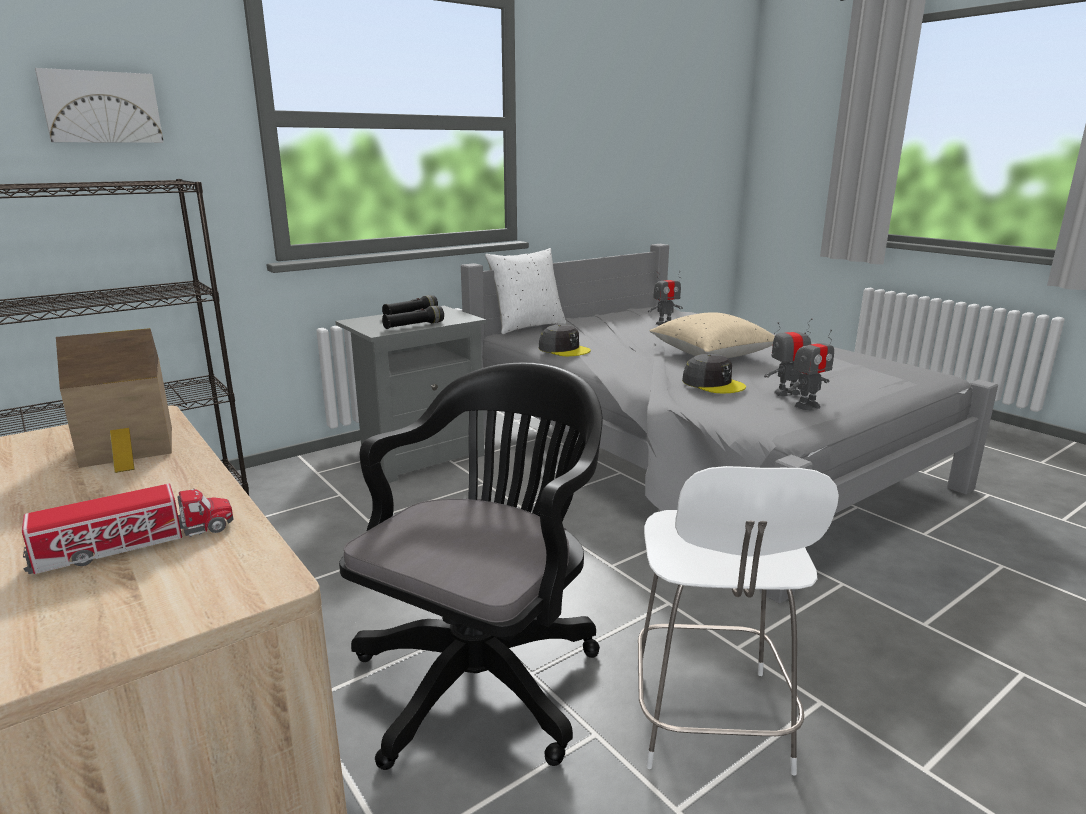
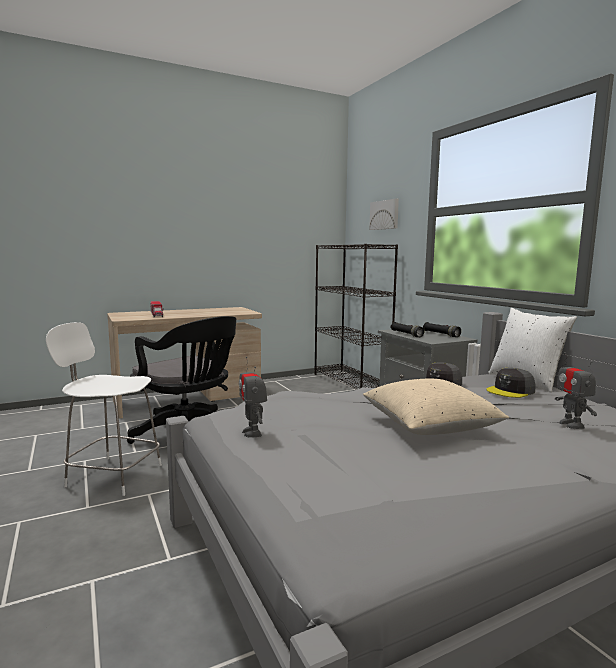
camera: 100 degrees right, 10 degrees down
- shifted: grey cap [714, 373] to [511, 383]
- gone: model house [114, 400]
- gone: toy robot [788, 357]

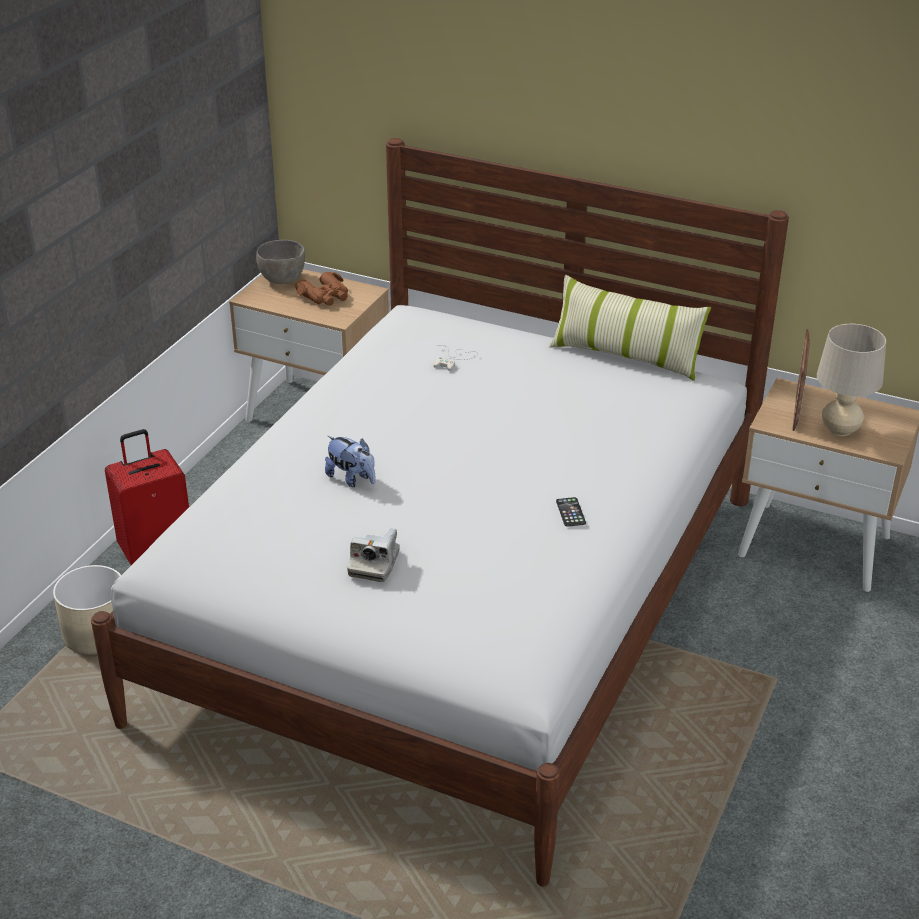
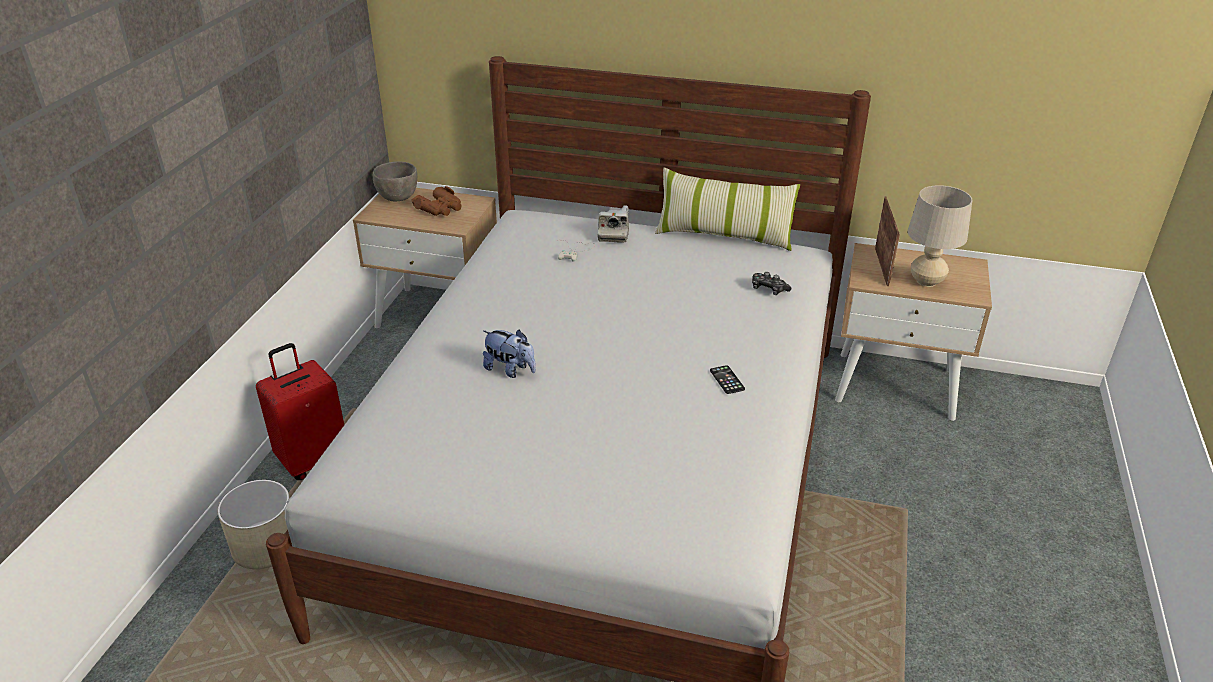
camera: 10 degrees left, 0 degrees up
- shifted: still camera [373, 555] to [613, 224]
- new: joypad [771, 283]

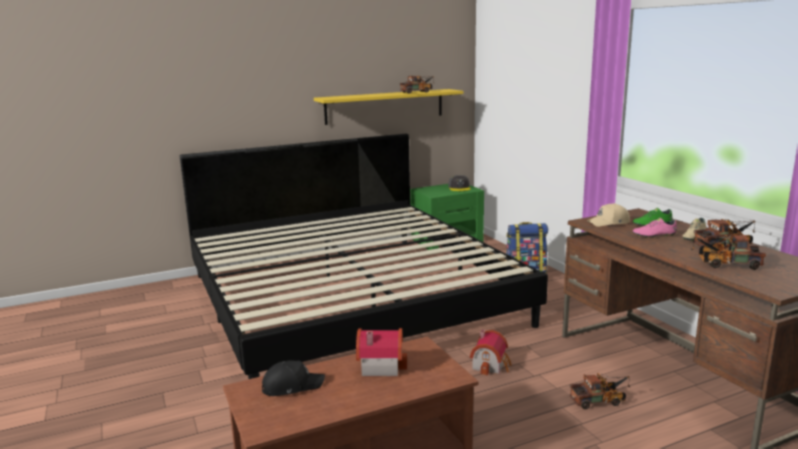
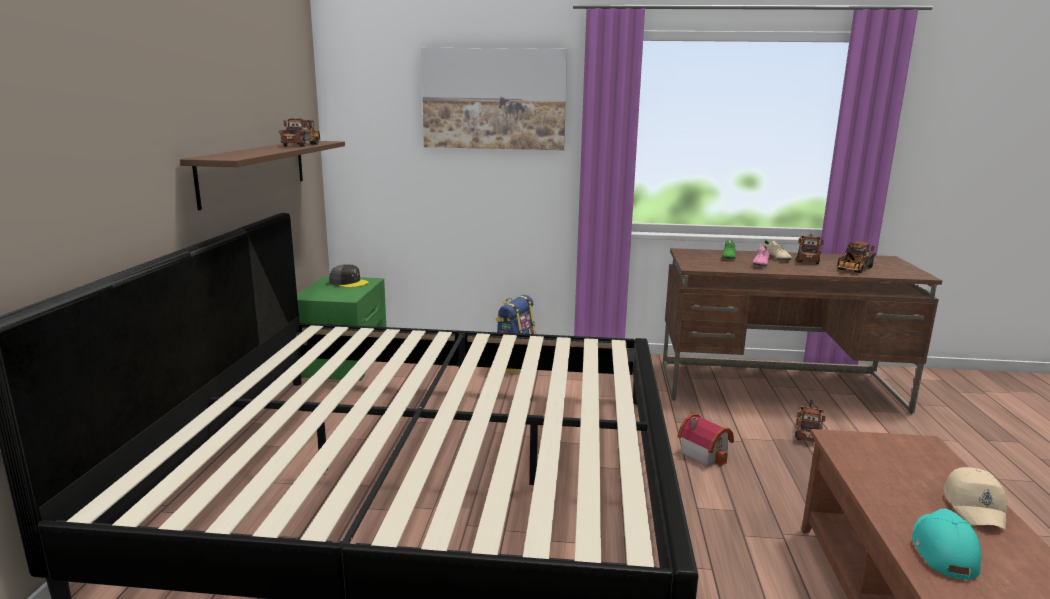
camera: 60 degrees left, 0 degrees up
- repainted: yellowish shelf [388, 107] to brown shelf [262, 175]
- new: wall art [494, 99]
- repainted: black-coloured cap [293, 378] to turquoise-coloured cap [946, 544]
- shifted: beige-coloured cap [608, 215] to [975, 498]
- gone: model house [381, 352]

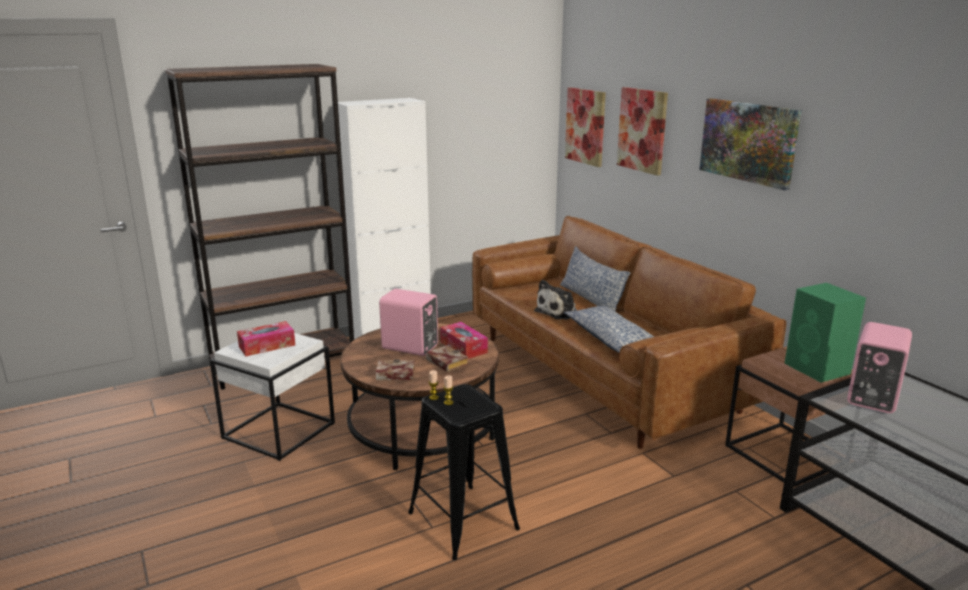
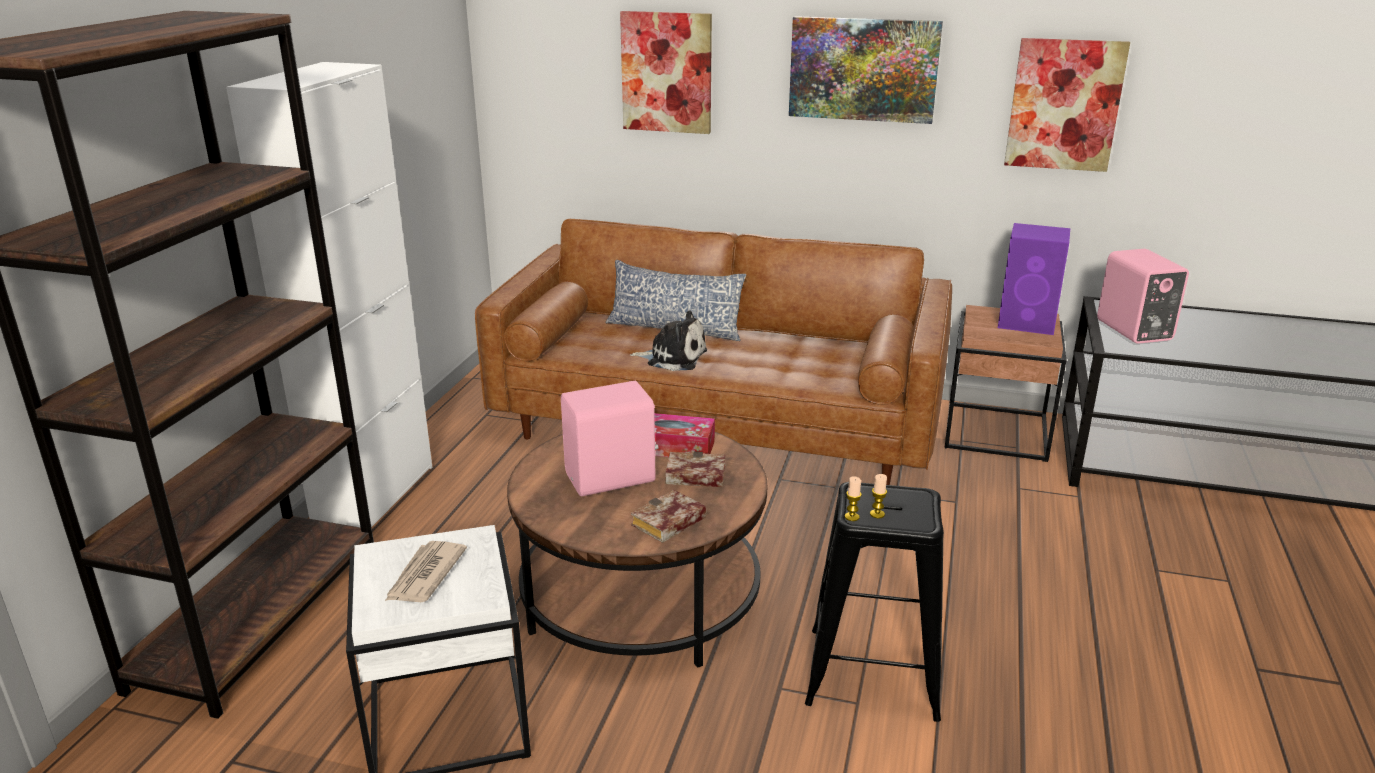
camera: 45 degrees left, 5 degrees up
- swapped: box of tissues [266, 338] to printed paper [426, 571]
- rotated: soft toy [555, 300] = [668, 341] 75 degrees counterclockwise
- repainted: green-coloured loudspeaker [825, 333] to purple loudspeaker [1034, 279]
- shifted: wall art [585, 127] to [1067, 105]
- gone: throw pillow [609, 329]

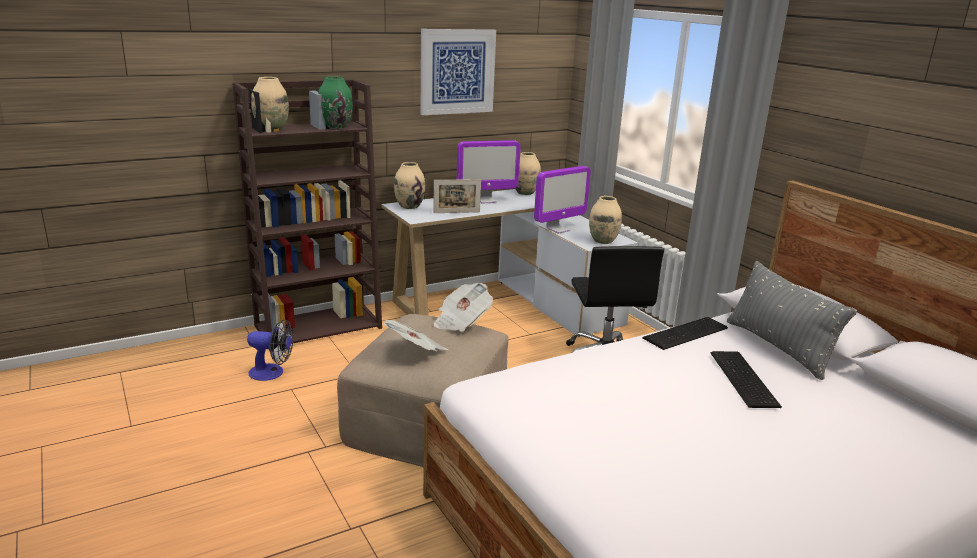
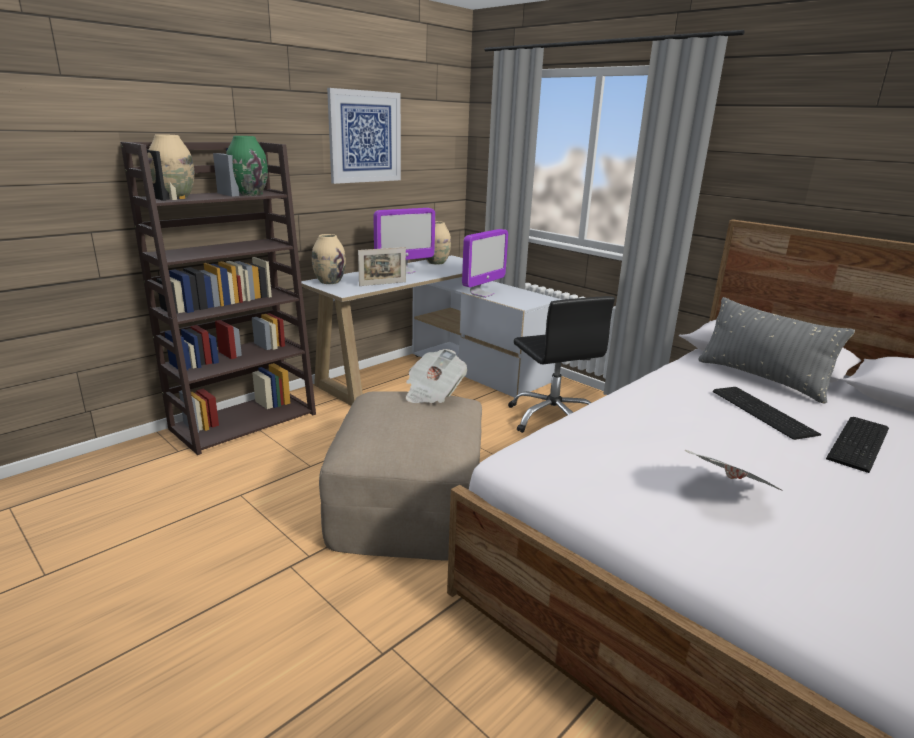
camera: 15 degrees left, 0 degrees up
- shifted: printed paper [415, 335] to [734, 470]
- shifted: computer keyboard [685, 333] to [857, 445]
- gone: electric fan [270, 350]
- gone: beige-coloured flower vase [605, 220]

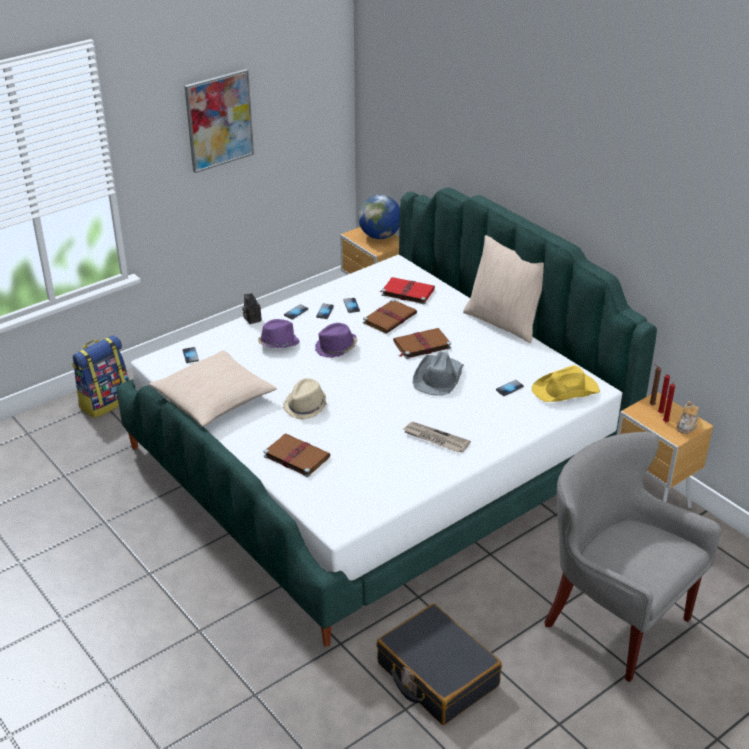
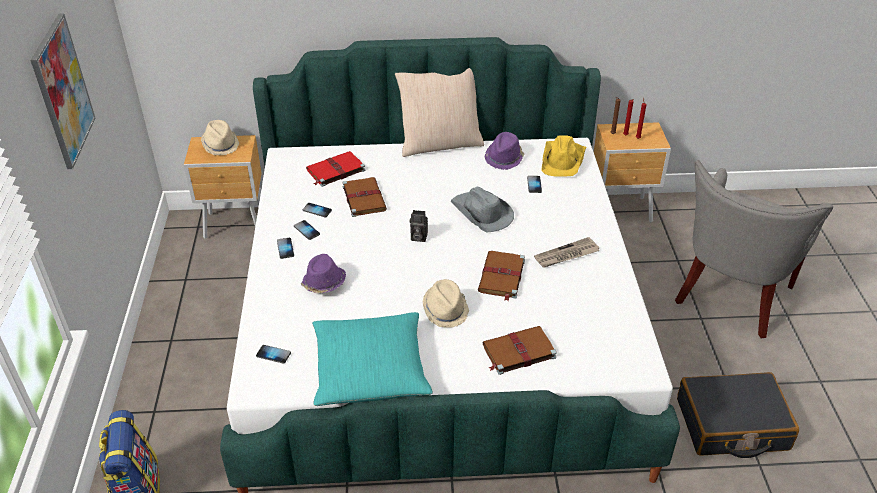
camera: 55 degrees left, 5 degrees up
- swapped: globe [379, 217] to beige-coloured hat [220, 137]
- repainted: beige-coloured throw pillow [213, 388] to turquoise-coloured throw pillow [372, 359]
- shifted: still camera [252, 308] to [419, 226]
- shifted: brown book [422, 343] to [501, 276]
- shifted: purple hat [336, 340] to [504, 151]
- rotated: grey easy chair [632, 557] = [754, 249] 45 degrees counterclockwise
- gone: teapot [688, 417]

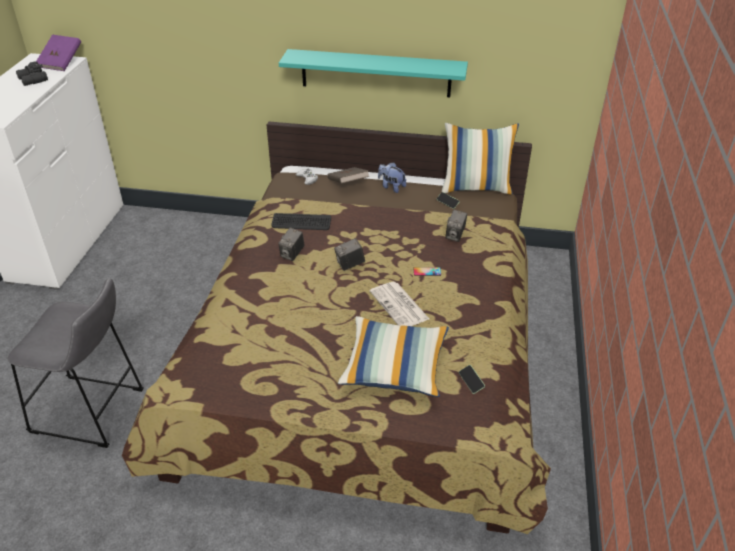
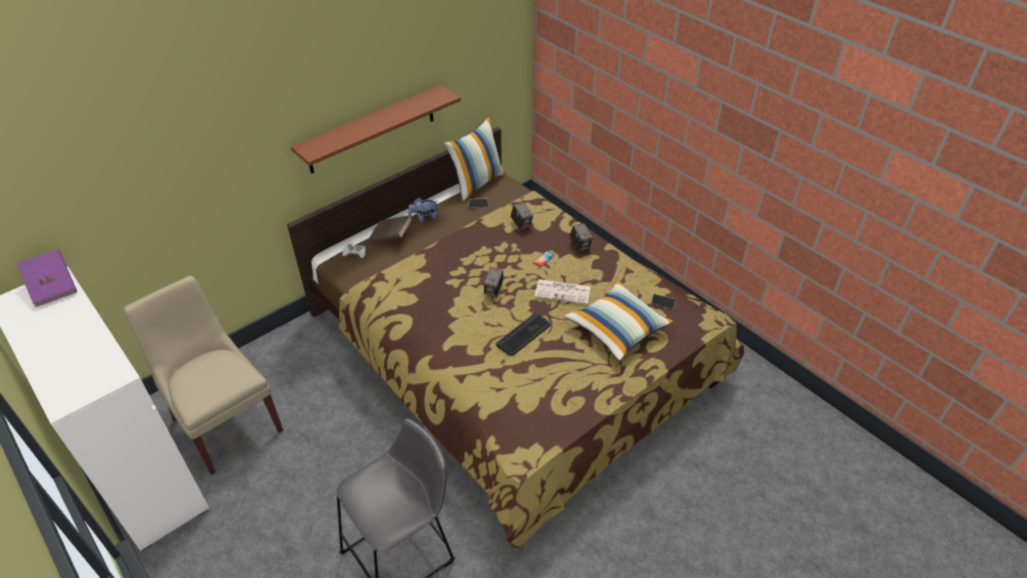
camera: 50 degrees left, 5 degrees up
- new: beige-coloured chair [203, 375]
- repainted: turquoise-coloured shelf [373, 73] to brown shelf [376, 129]
- shifted: computer keyboard [301, 221] to [523, 334]
- shifted: still camera [291, 244] to [581, 237]
- gone: black-coloured pair of binoculars [32, 73]

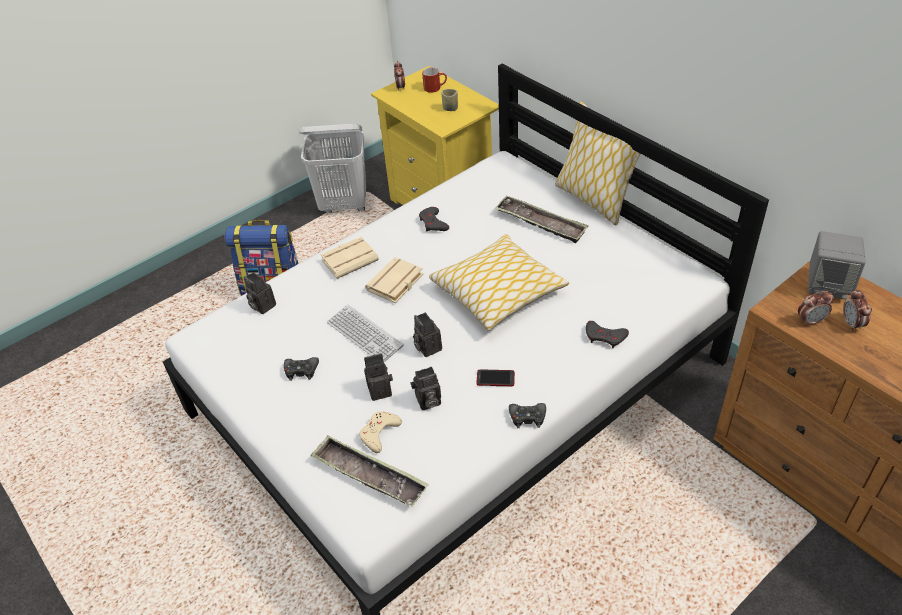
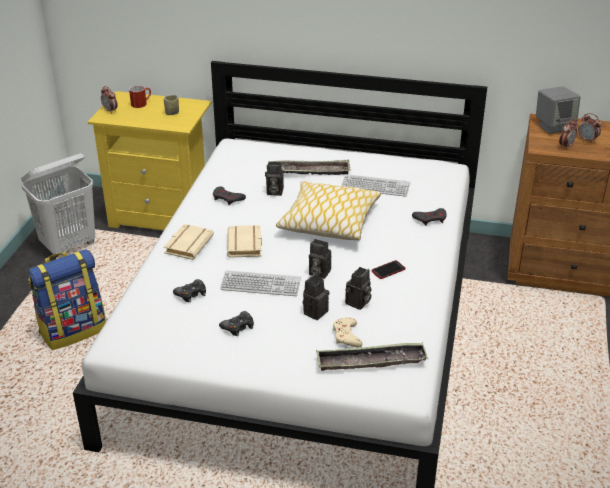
camera: 40 degrees left, 10 degrees down
- shifted: black-coloured joypad [527, 415] to [189, 290]
- shifted: still camera [260, 293] to [274, 179]
- new: computer keyboard [375, 185]
- gone: throw pillow [597, 163]

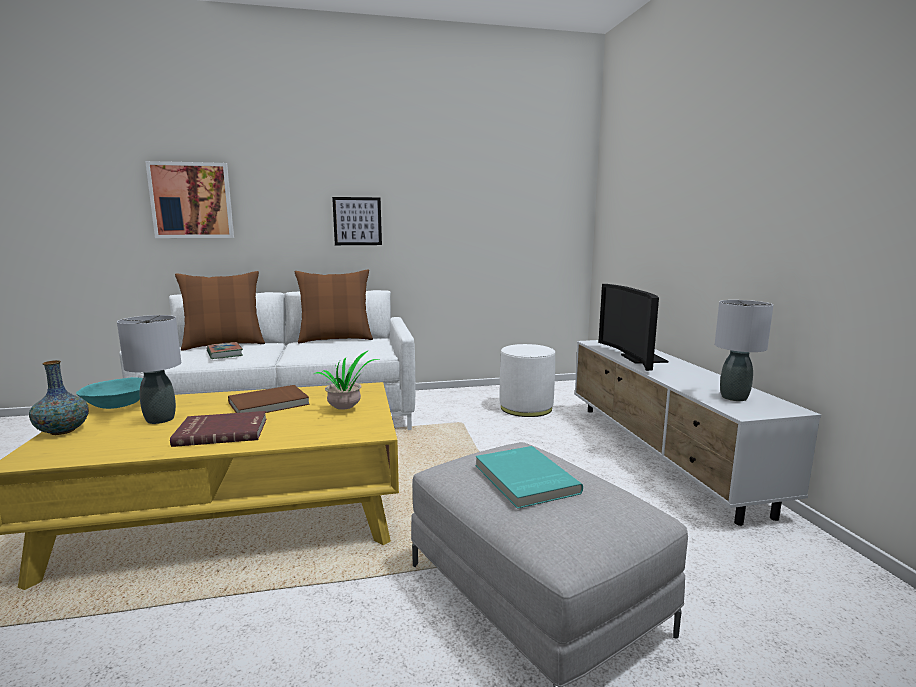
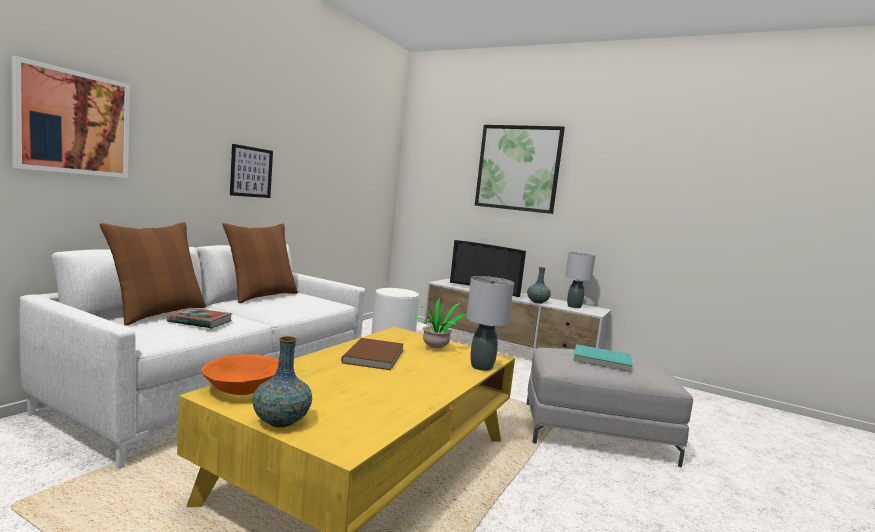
camera: 50 degrees left, 5 degrees down
- repainted: turquoise-coloured deep dish [109, 393] to orange deep dish [240, 374]
- shifted: grey lamp for a table [149, 369] to [490, 323]
- new: wall art [520, 169]
- new: flower vase [539, 285]
- gone: reddish book [218, 429]

